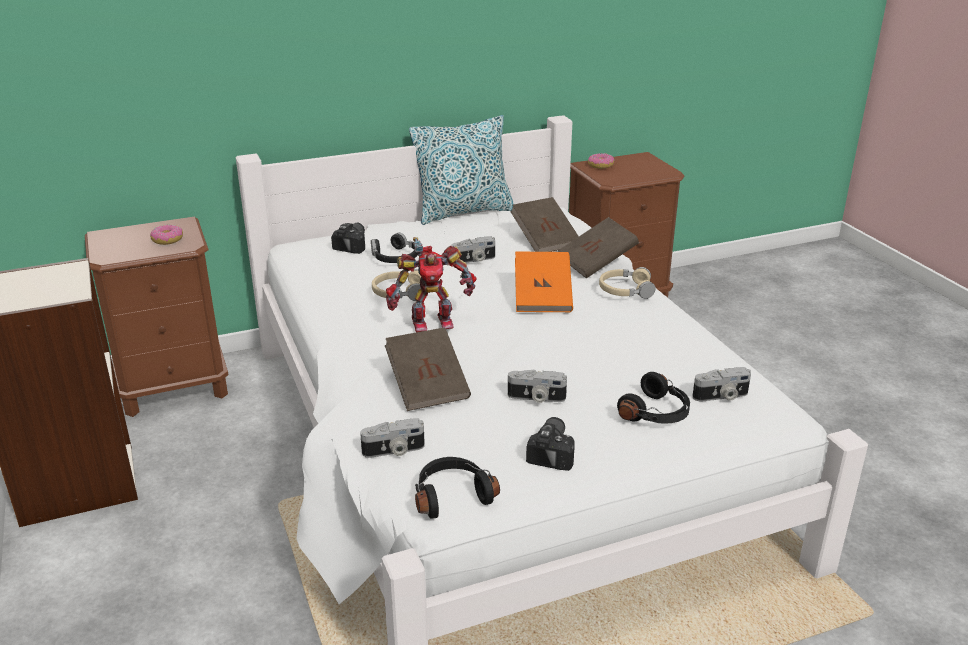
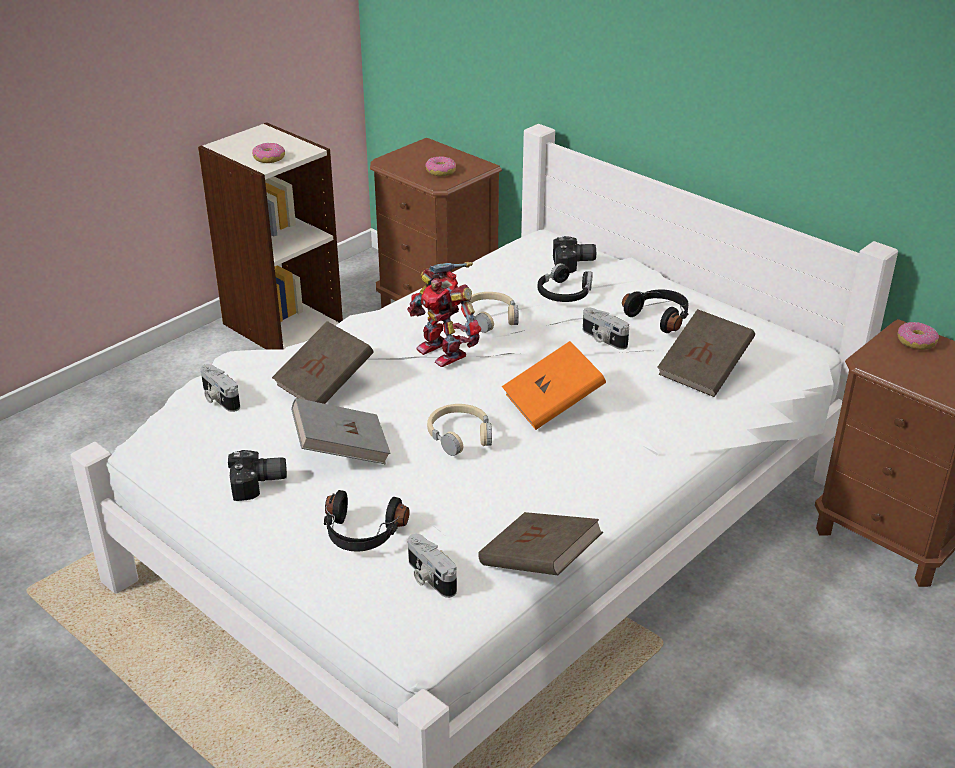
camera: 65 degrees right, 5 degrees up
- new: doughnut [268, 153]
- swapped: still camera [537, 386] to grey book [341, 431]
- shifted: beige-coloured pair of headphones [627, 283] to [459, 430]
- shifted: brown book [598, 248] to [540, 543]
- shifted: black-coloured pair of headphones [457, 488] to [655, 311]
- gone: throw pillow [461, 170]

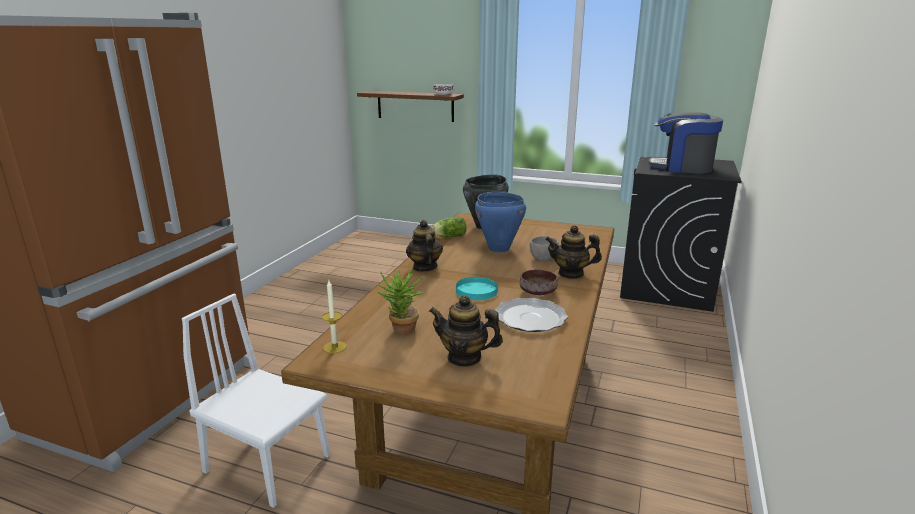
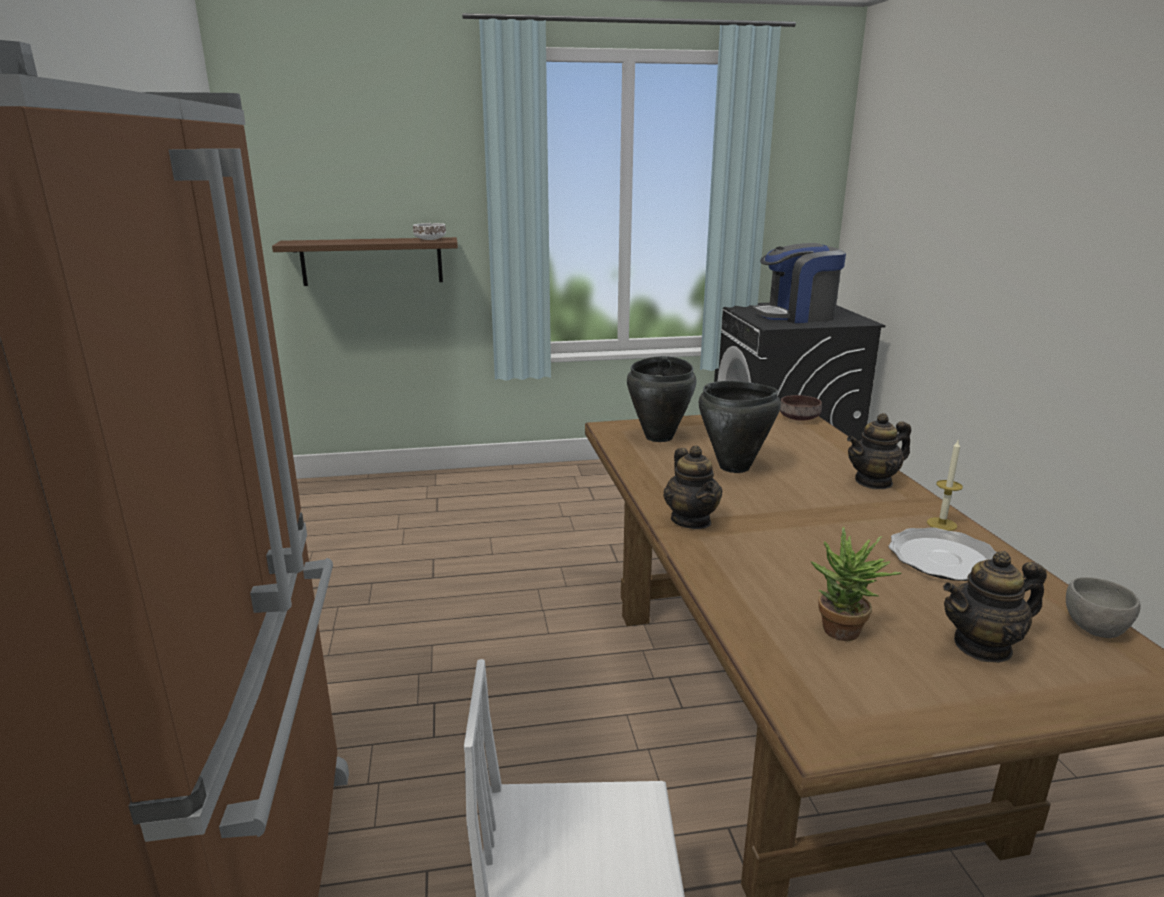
camera: 30 degrees left, 0 degrees up
- rotated: teapot [424, 246] = [693, 487] 150 degrees counterclockwise
- repainted: blue stockpot [500, 222] to black-coloured stockpot [740, 427]
- shifted: brown deep dish [539, 282] to [801, 408]
- shifted: wax light [334, 317] to [945, 485]
- shifted: grey deep dish [544, 248] to [1103, 607]
- gone: lettuce [449, 227]
- gone: turquoise-coloured dinner plate [477, 288]

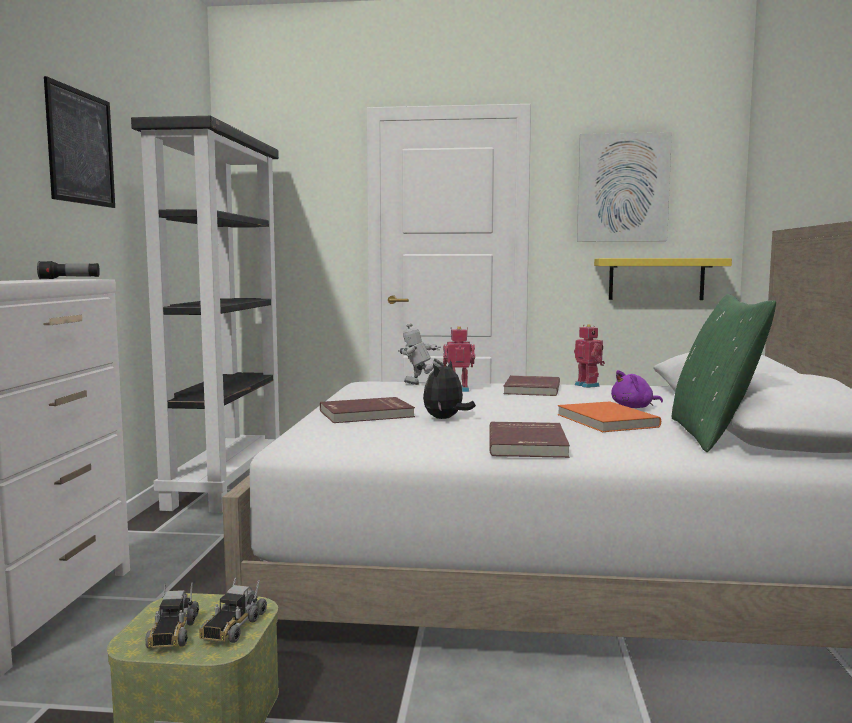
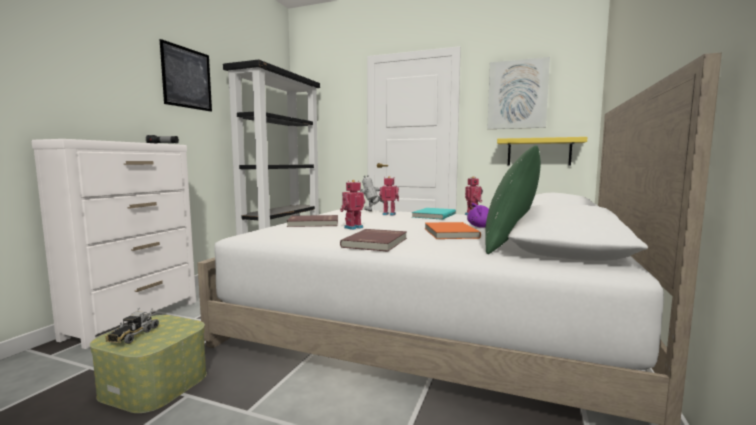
camera: 15 degrees right, 0 degrees up
- swapped: soft toy [449, 389] to toy robot [352, 205]
- repainted: reddish book [531, 385] to turquoise-coloured book [434, 214]
- gone: toy lorry [233, 610]

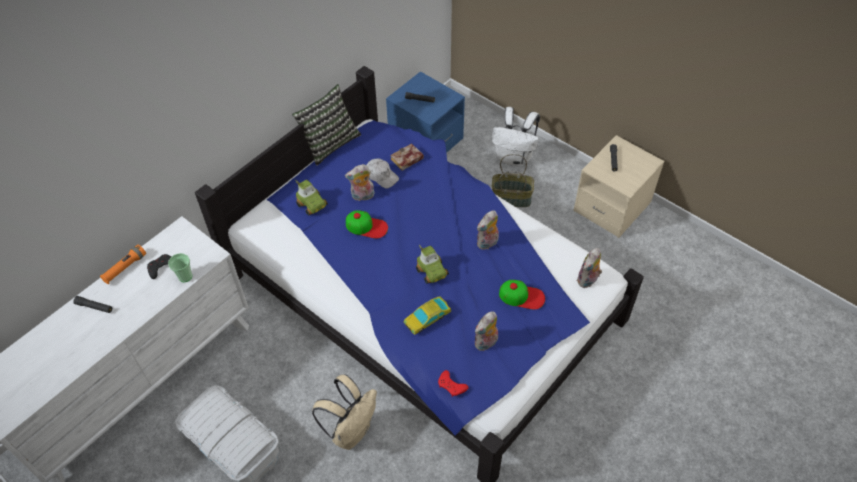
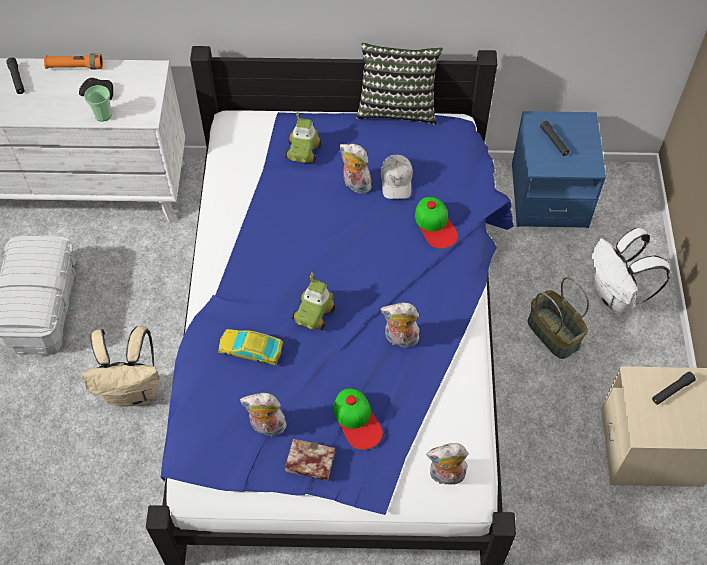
camera: 50 degrees right, 5 degrees up
- shifted: book [407, 157] to [310, 460]
- shifted: cap [367, 224] to [436, 223]
- gone: reddish joypad [453, 383]

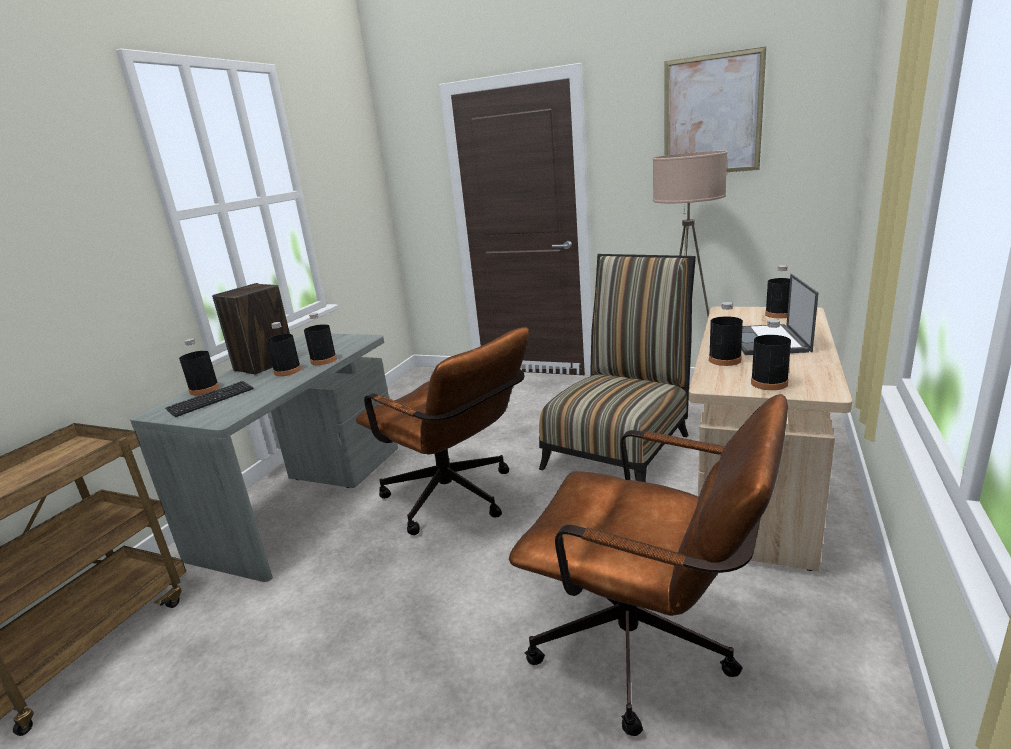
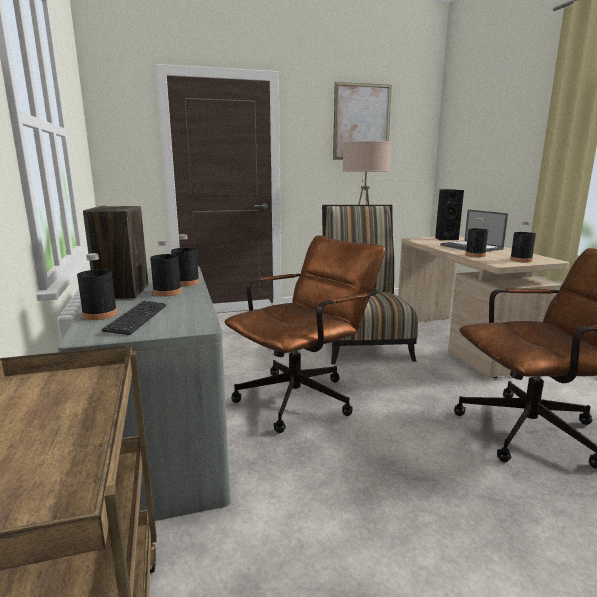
camera: 40 degrees left, 5 degrees down
- rotated: brown computer chair [442, 431] = [305, 334] 45 degrees counterclockwise
- swapped: black-coloured bottle [777, 291] to black-coloured loudspeaker [449, 214]

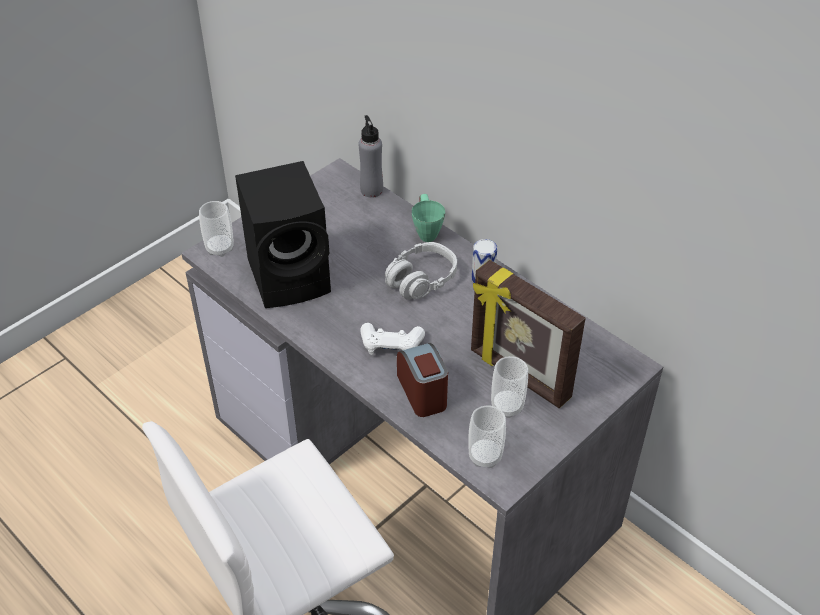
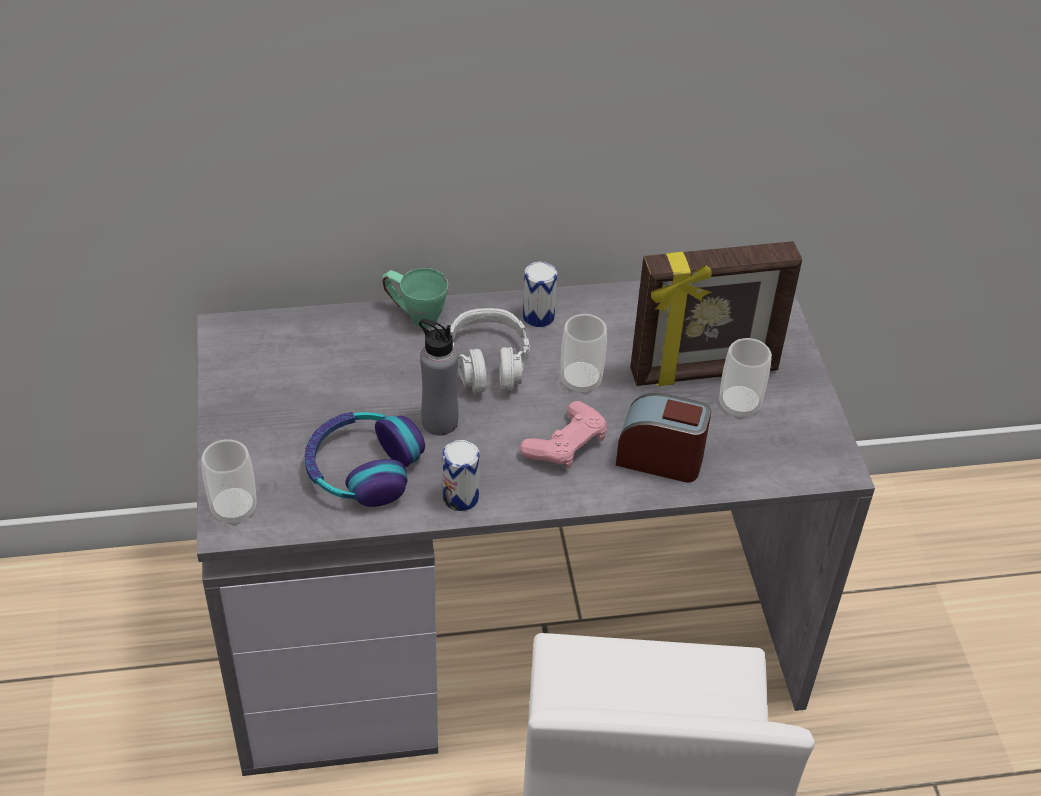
camera: 55 degrees left, 0 degrees up
- swapped: black-coloured loudspeaker [283, 234] to pair of headphones [365, 459]
- shifted: grey bottle [371, 156] to [439, 377]
- new: metal can [461, 475]
- repainted: whitish joypad [392, 339] to pinkish joypad [563, 434]
- shifted: cup [487, 436] to [584, 354]

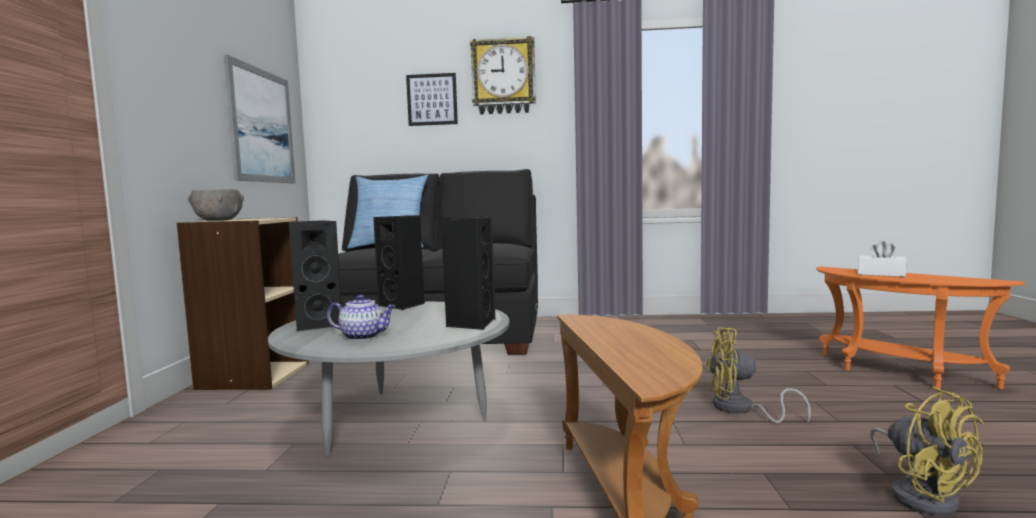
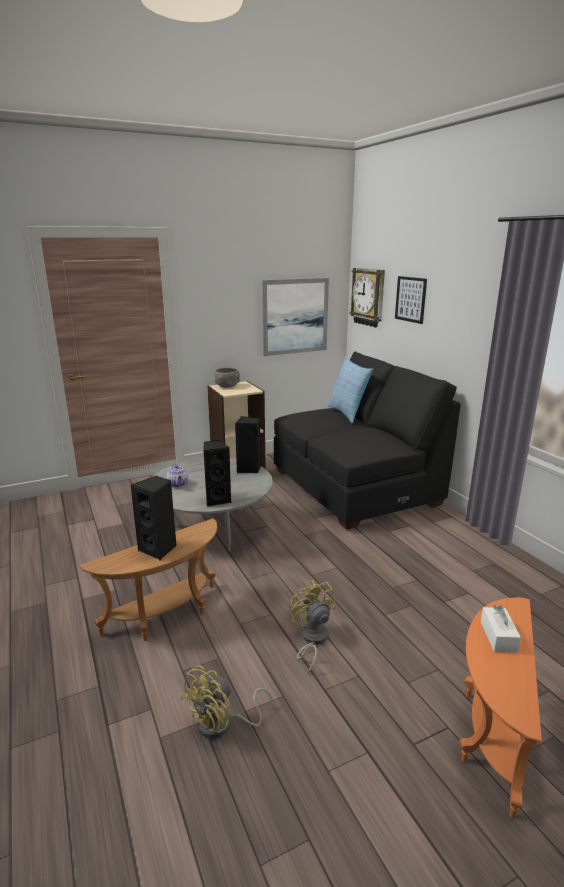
camera: 60 degrees right, 15 degrees up
- shifted: black-coloured loudspeaker [315, 275] to [153, 518]
- shifted: clock on the wall [503, 75] to [367, 297]

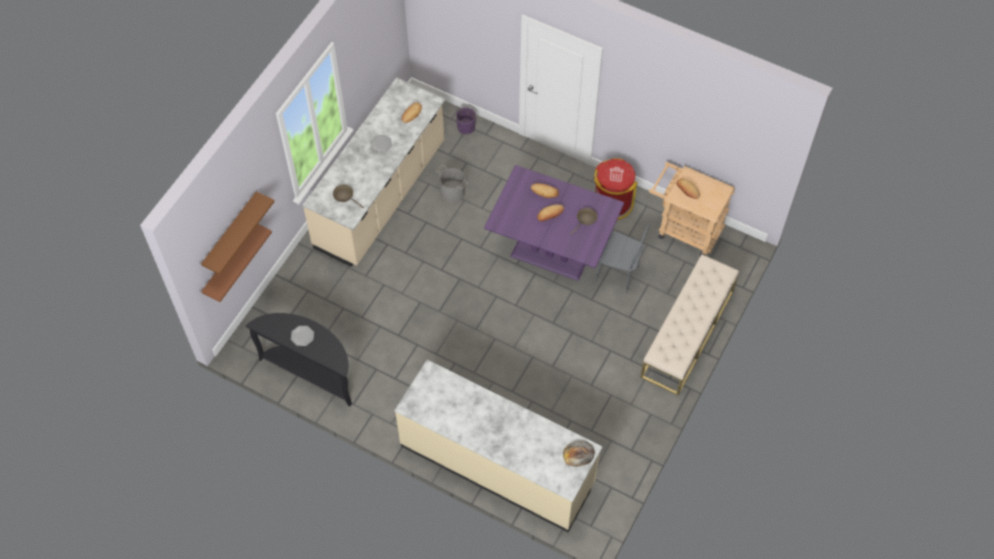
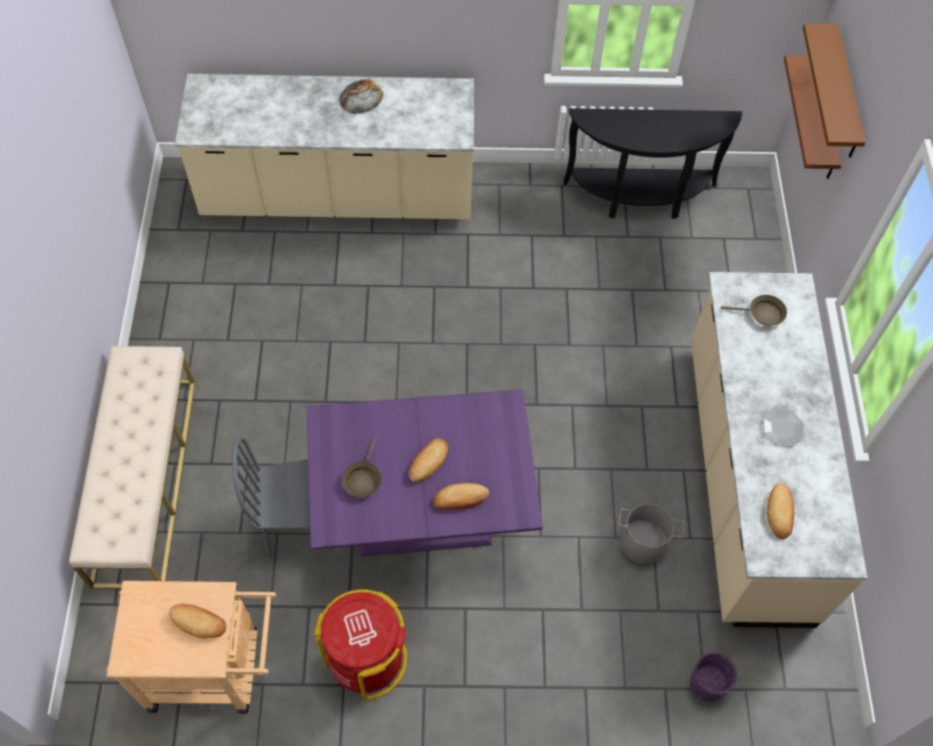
camera: 150 degrees right, 0 degrees up
- shifted: baked bread [579, 454] to [361, 96]
- gone: dinner plate [302, 336]

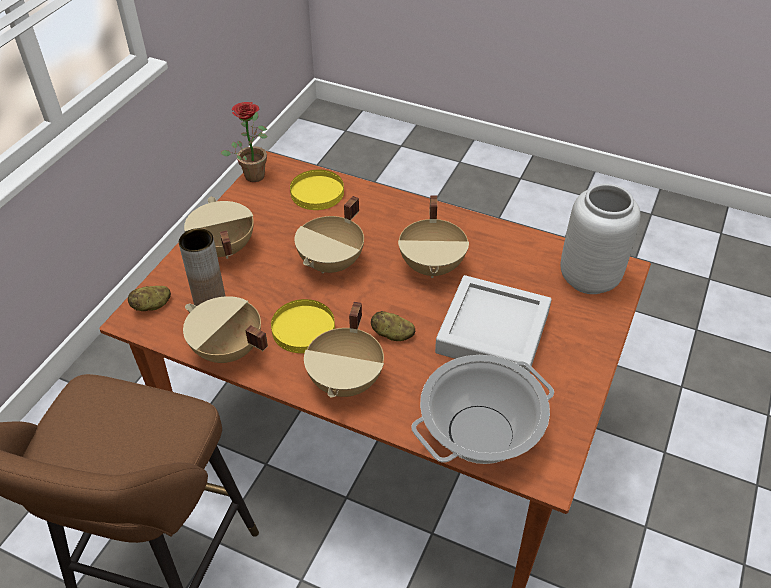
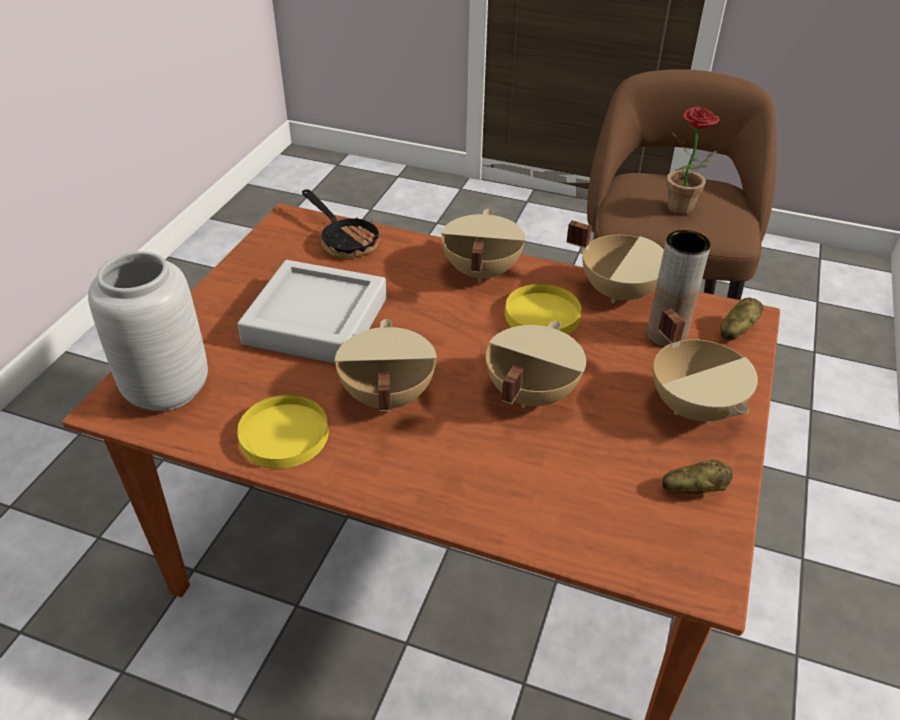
camera: 175 degrees right, 5 degrees down
- shifted: yellowish dinner plate [317, 190] to [282, 432]
- swapped: stockpot [482, 409] to pan [342, 223]
- shifted: whole potato [393, 326] to [697, 477]
- shifted: potted plant [244, 142] to [693, 161]

